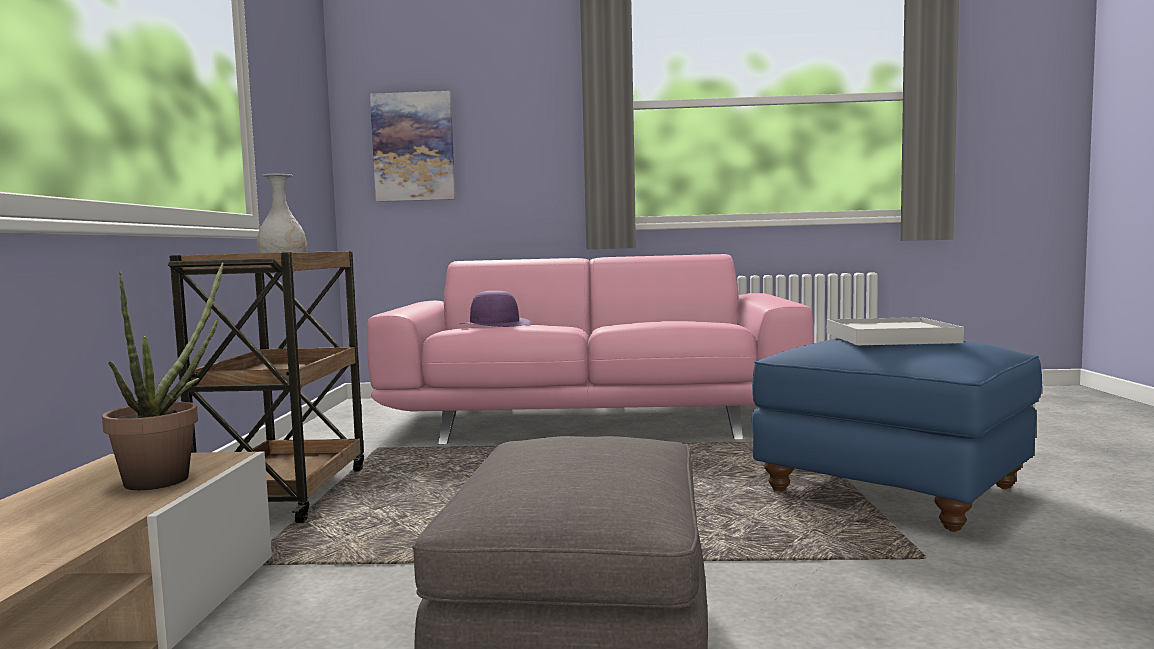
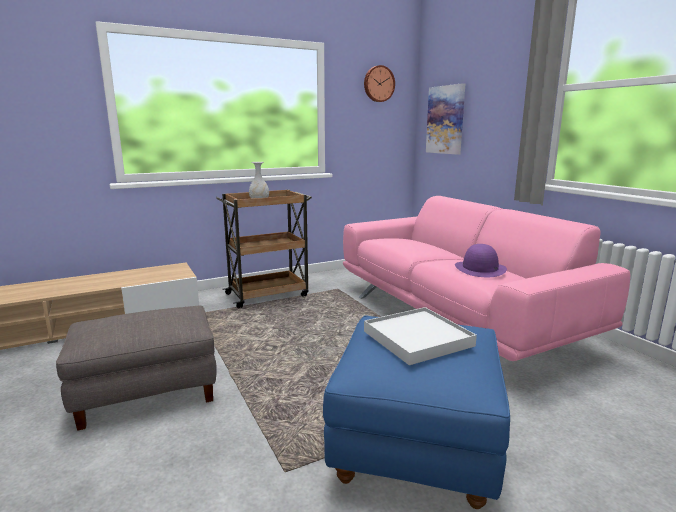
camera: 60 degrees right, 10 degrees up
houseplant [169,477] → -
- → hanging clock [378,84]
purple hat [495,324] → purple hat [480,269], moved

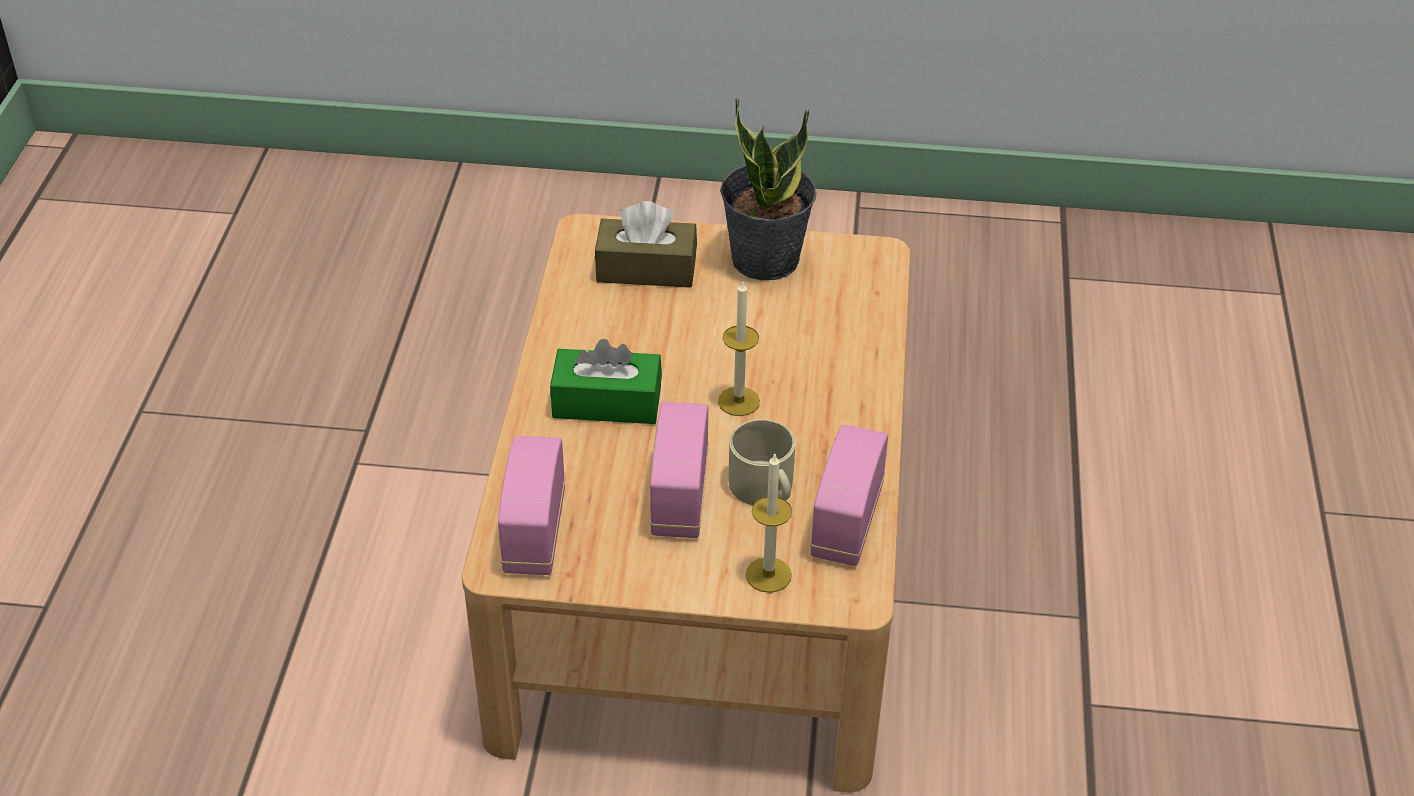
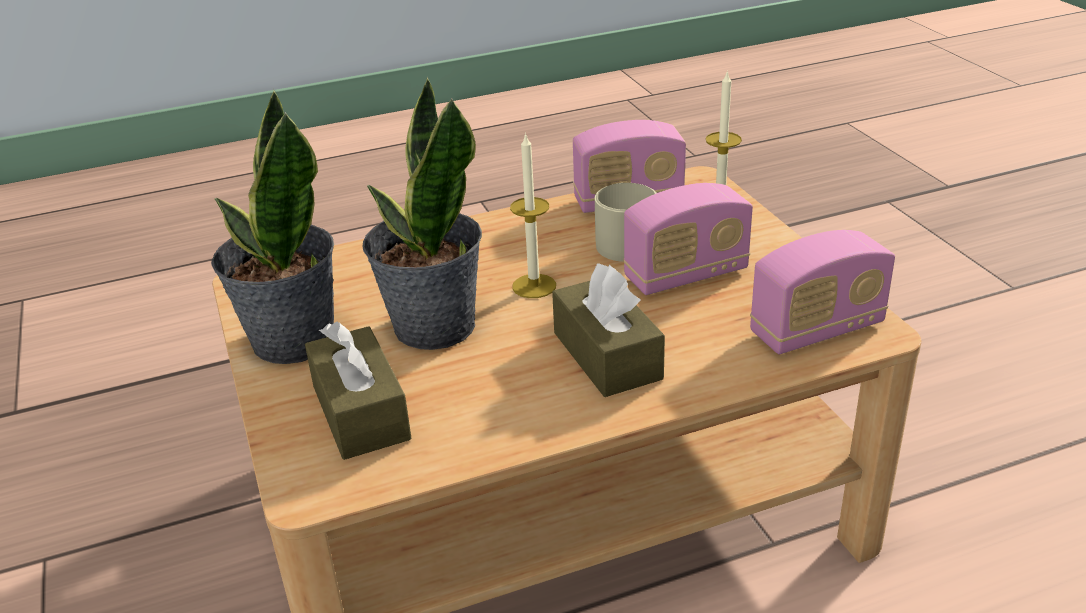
camera: 115 degrees left, 10 degrees down
- → houseplant [433,327]
green box of tissues [607,402] → brownish box of tissues [607,355]

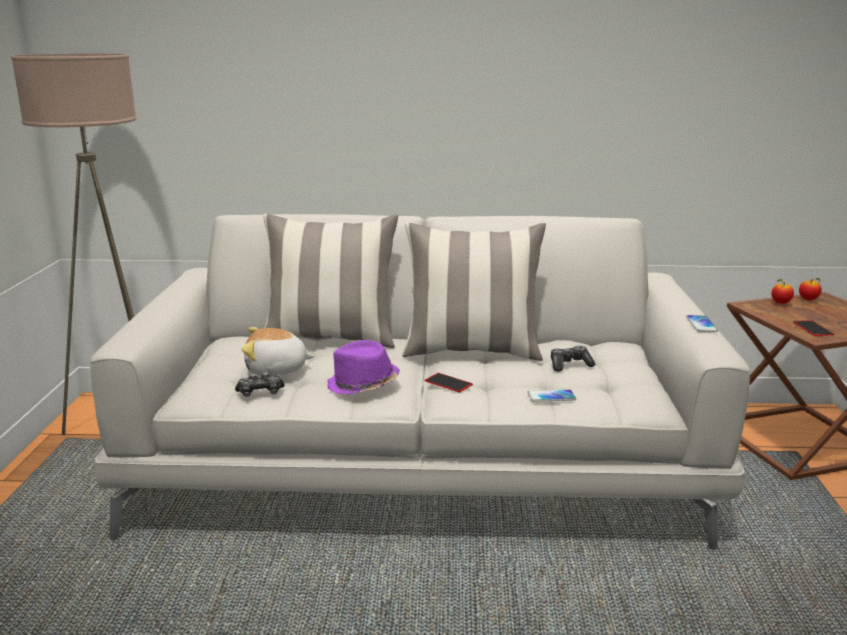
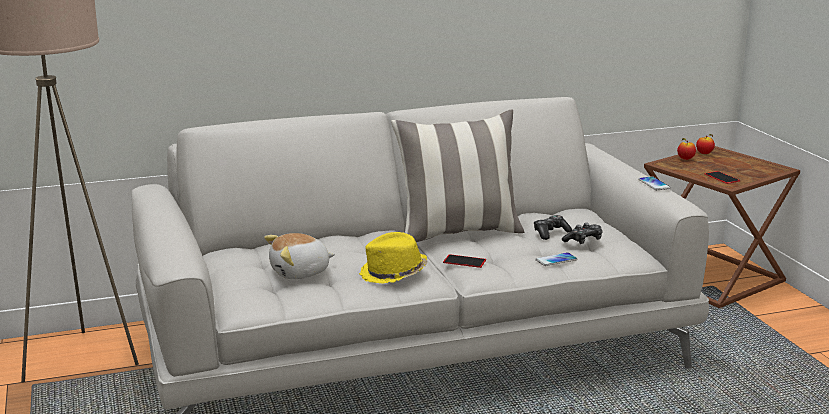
camera: 20 degrees left, 0 degrees up
cushion [331,339] → -
game controller [260,393] → game controller [583,241], moved
purple hat [362,385] → yellowish hat [393,274]

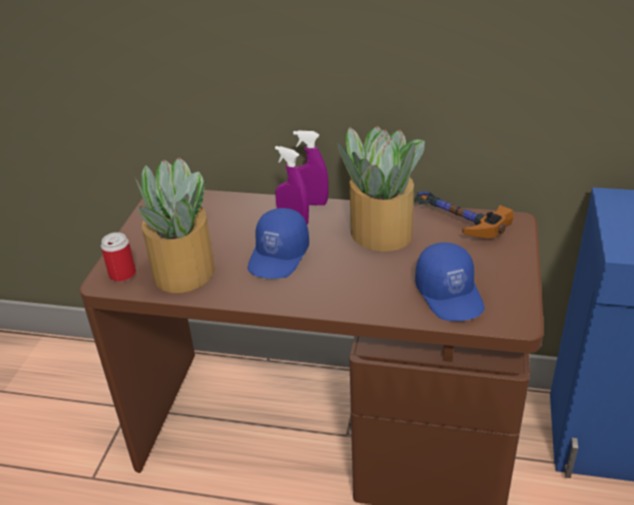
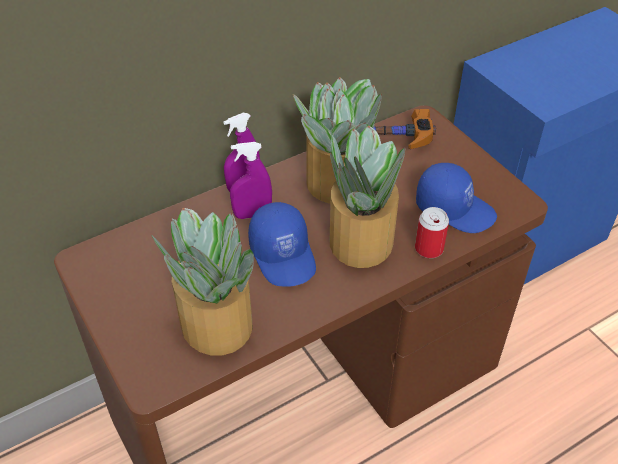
camera: 45 degrees left, 10 degrees up
- → houseplant [360,242]
can [122,274] → can [429,249], moved

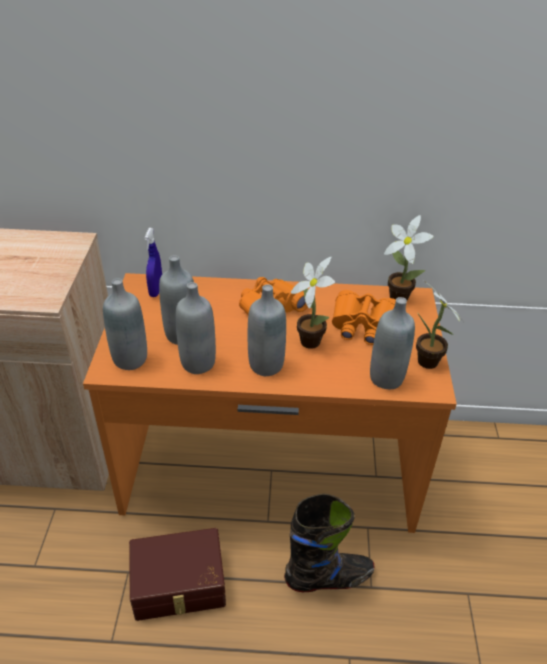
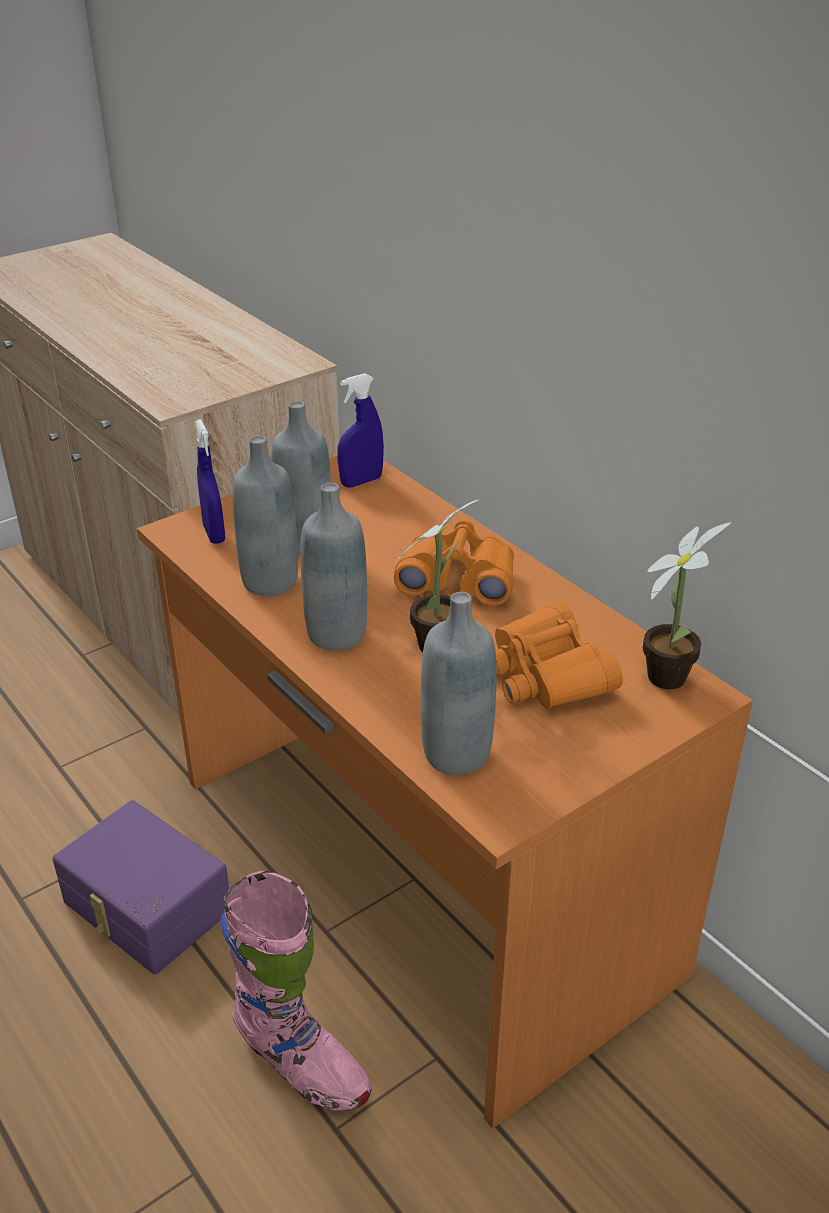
camera: 50 degrees right, 5 degrees down
houseplant [428,364] → -
greyish bottle [130,359] → blue hand sprayer [214,534]
brownish storage box [179,585] → purple storage box [144,908]
black-coloured boot [328,578] → pinkish boot [301,1064]

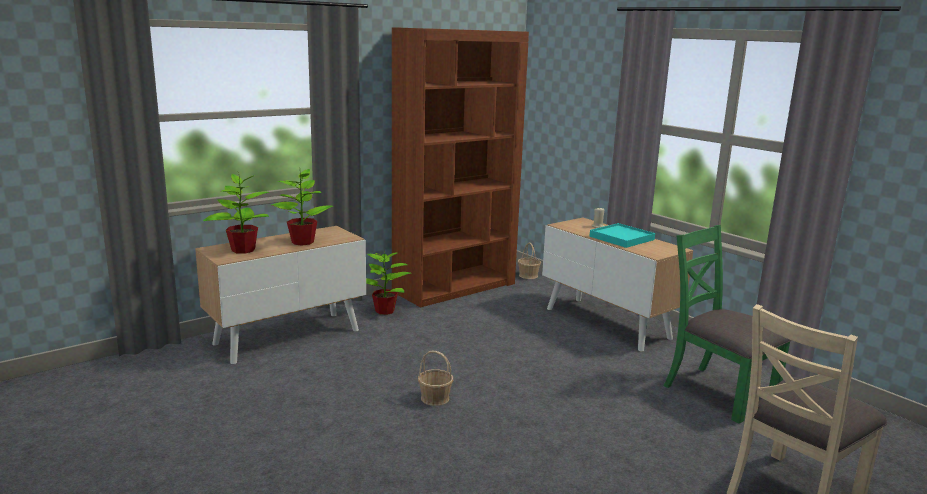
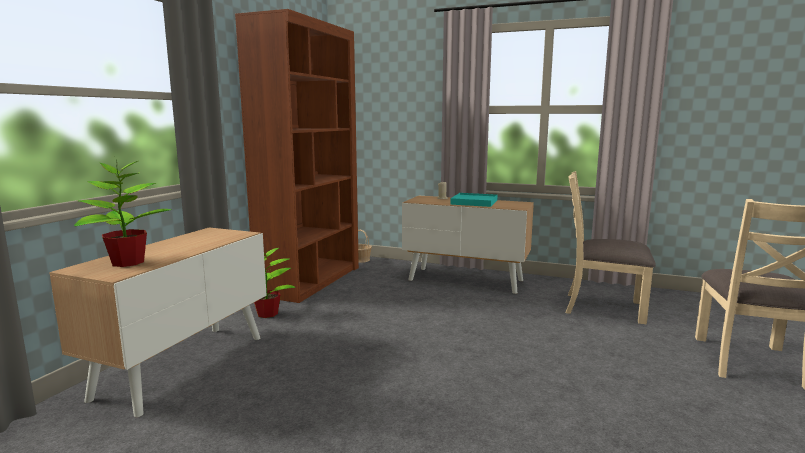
camera: 30 degrees left, 5 degrees down
houseplant [302,242] → -
household basket [435,398] → -
green chair [718,392] → sand-coloured chair [603,307]

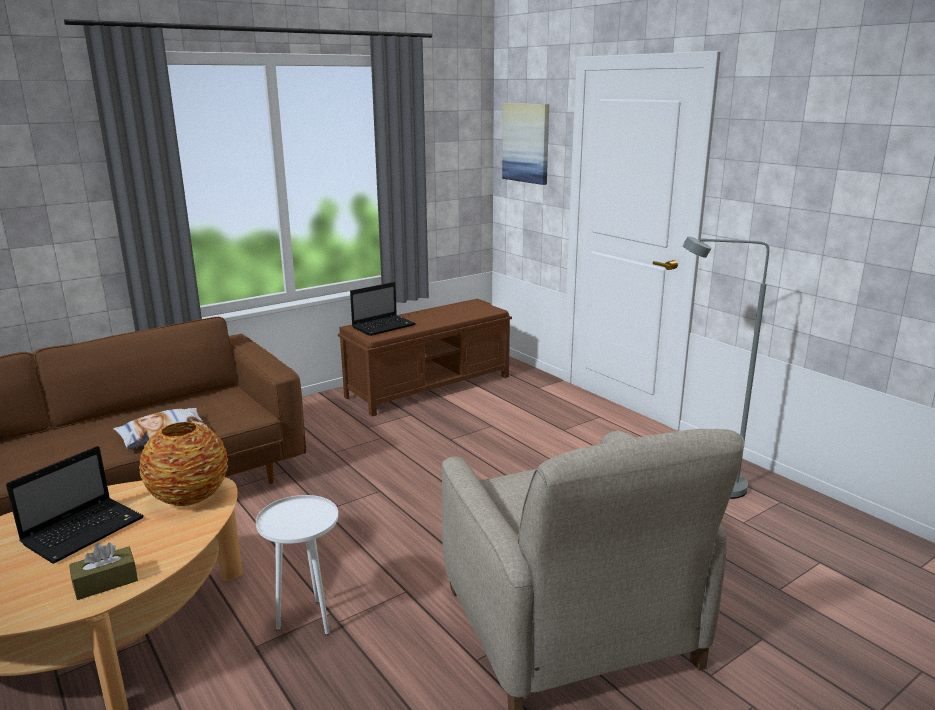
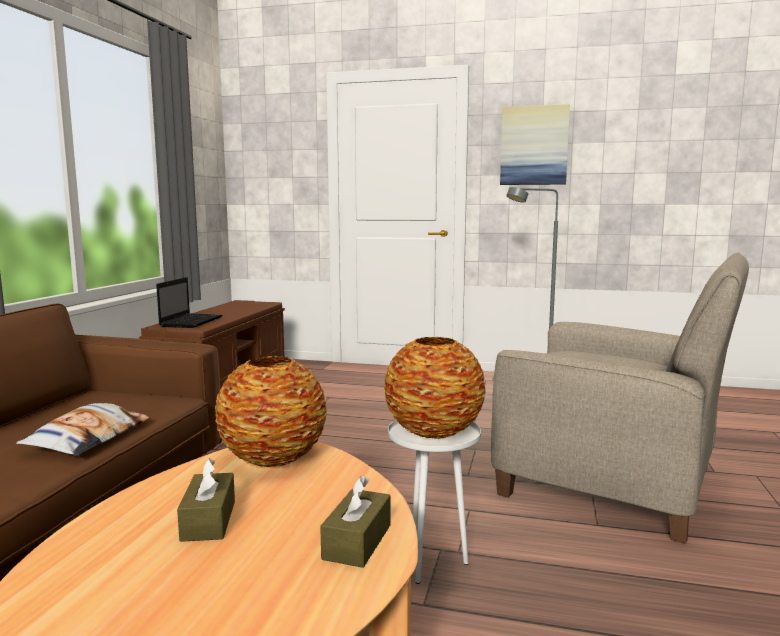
camera: 40 degrees left, 10 degrees down
- → decorative vase [433,431]
picture [526,143] → picture [534,146], moved
notebook computer [85,530] → brownish box of tissues [208,520]

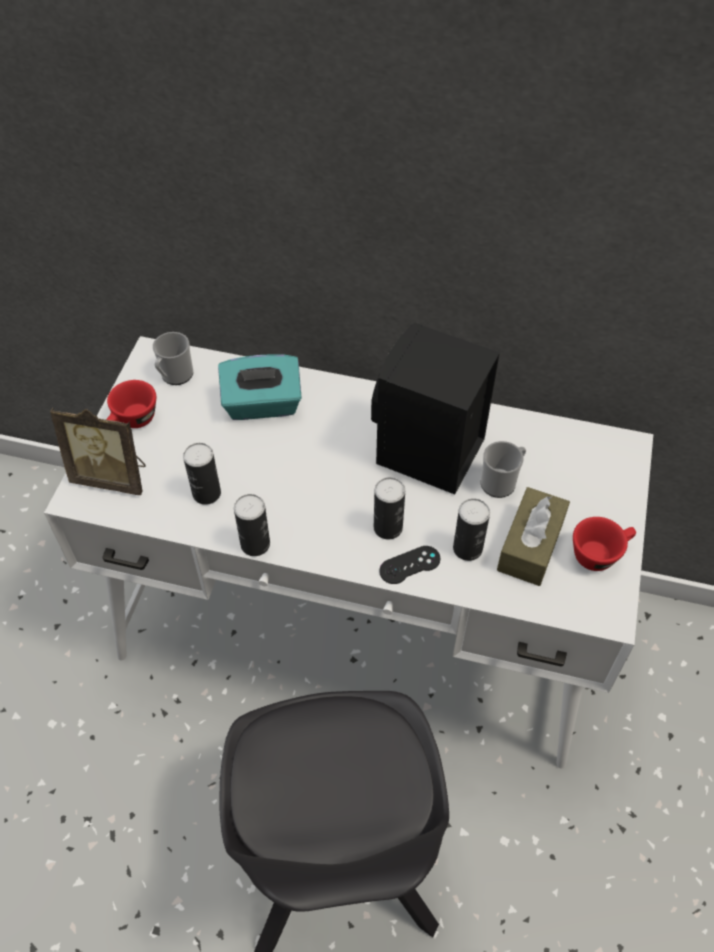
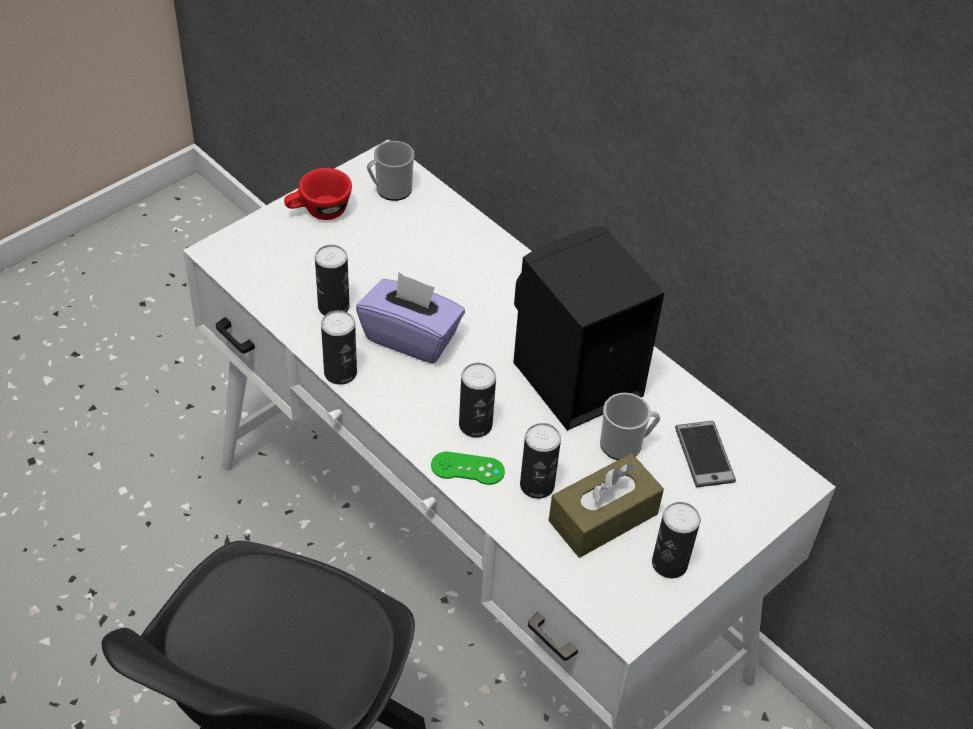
camera: 30 degrees right, 5 degrees down
photo frame [112,477] → -
turquoise-coloured box of tissues [262,405] → -
- → purple box of tissues [411,337]
- → handset [704,454]
reddish small cup [599,553] → can [669,563]
black-coloured game controller [410,565] → green game controller [467,468]

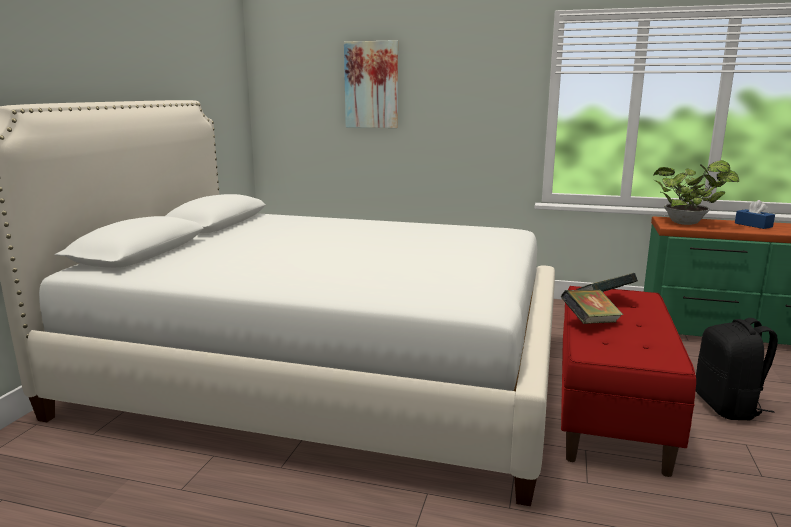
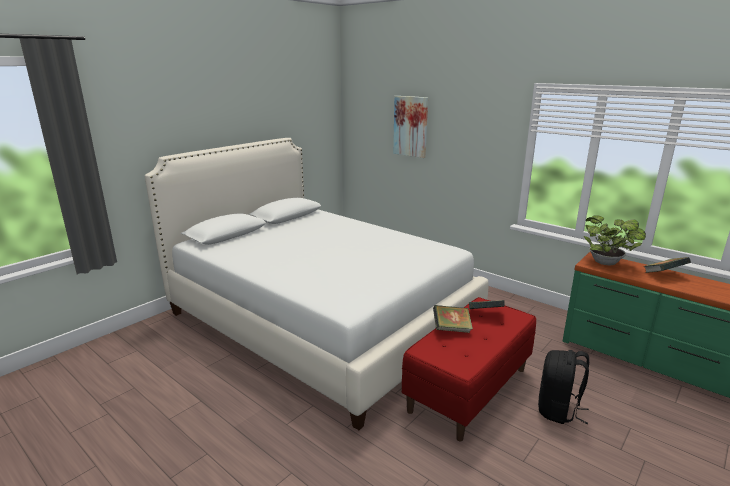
camera: 25 degrees right, 5 degrees up
blue box of tissues [753,225] → book [663,274]

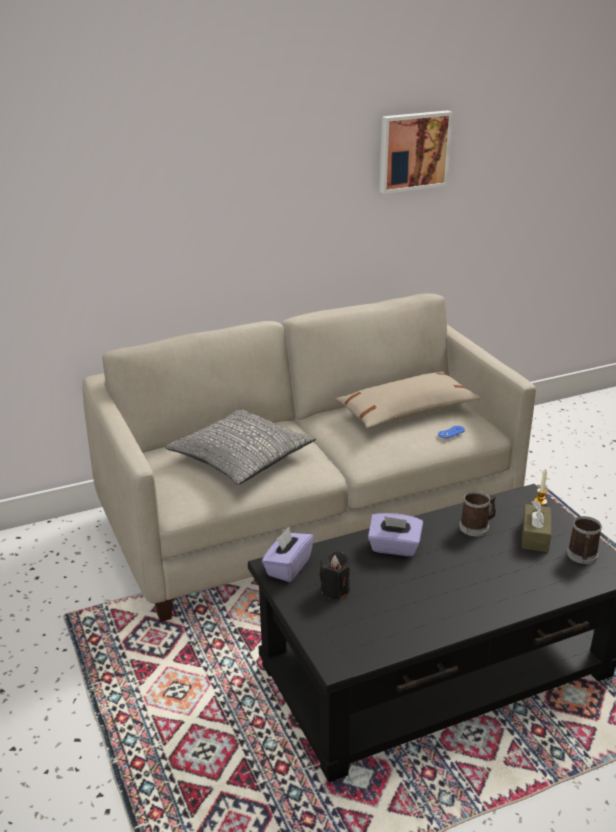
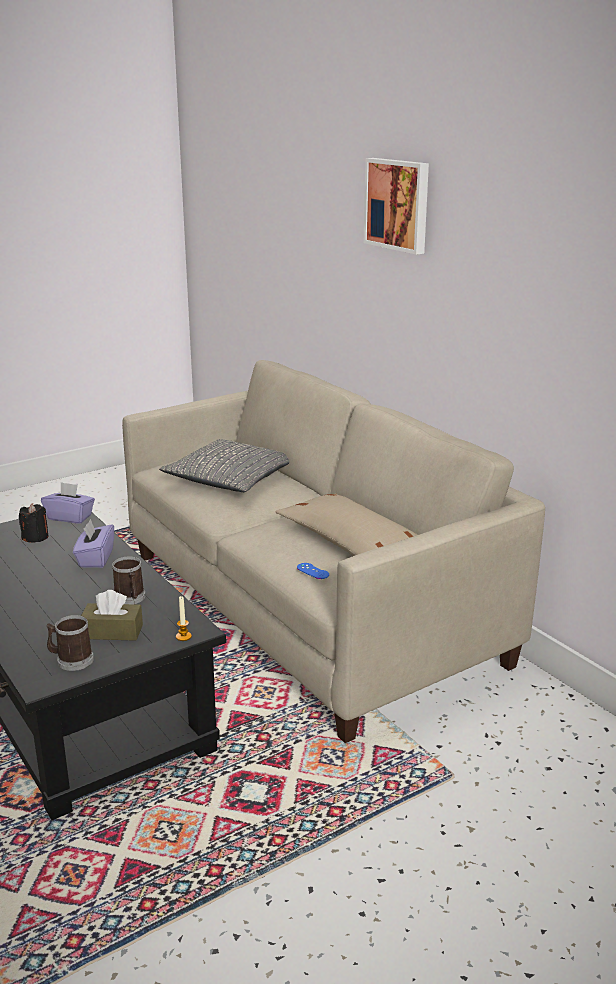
camera: 80 degrees right, 5 degrees down
picture [413,151] → picture [398,204], moved

